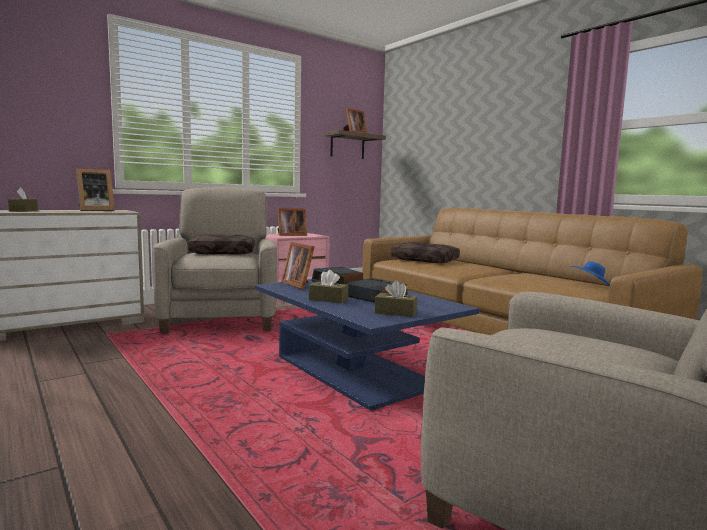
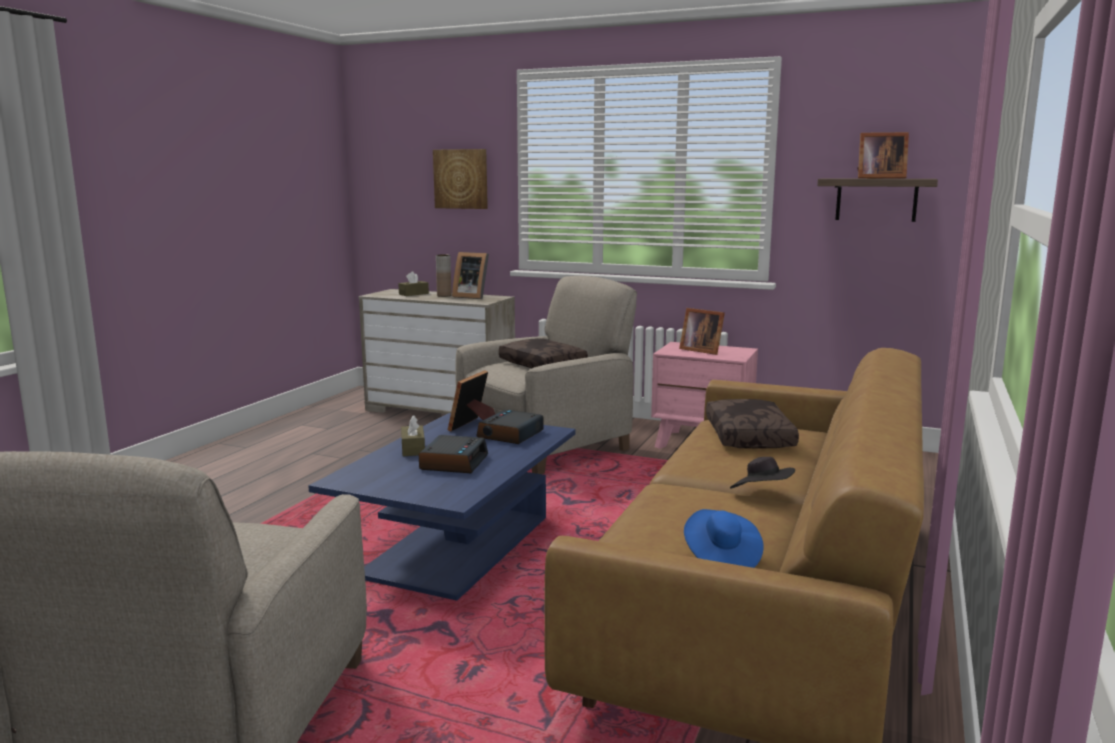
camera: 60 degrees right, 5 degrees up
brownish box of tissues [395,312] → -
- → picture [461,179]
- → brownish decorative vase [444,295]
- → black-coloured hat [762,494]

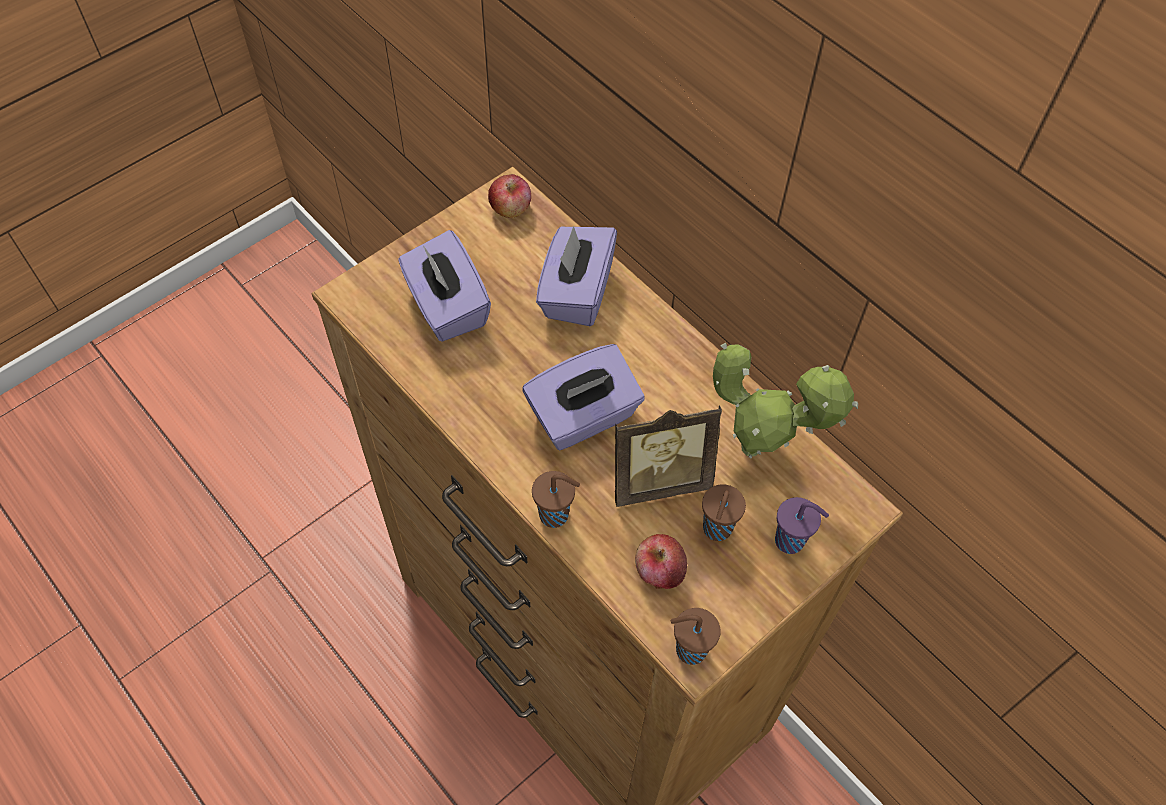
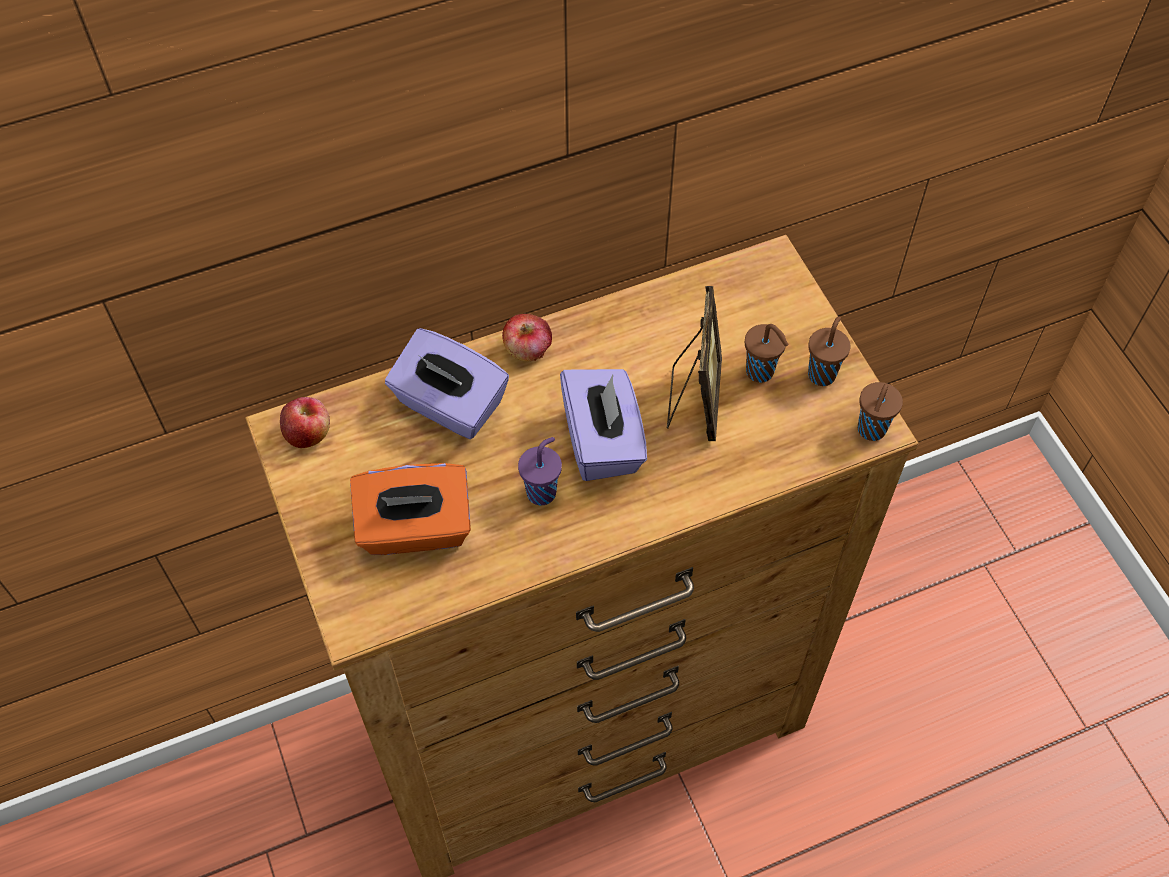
camera: 70 degrees left, 0 degrees up
houseplant [759,450] → -
brownish small cup [556,515] → brownish small cup [822,373], moved
apple fruit [659,571] → apple fruit [527,350], moved
purple small cup [791,541] → purple small cup [542,491], moved
purple box of tissues [446,307] → orangey box of tissues [415,529]

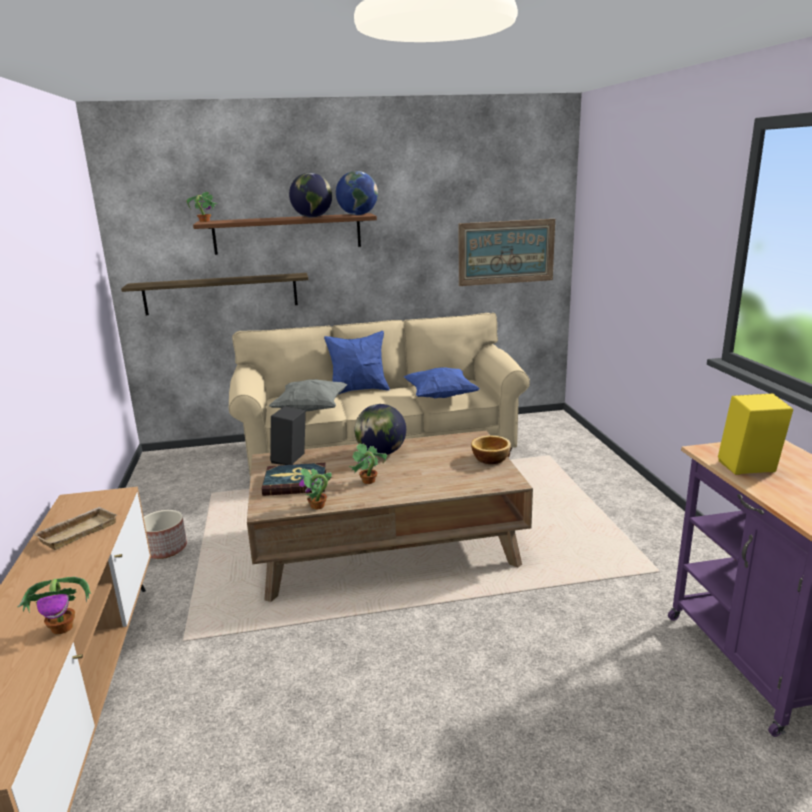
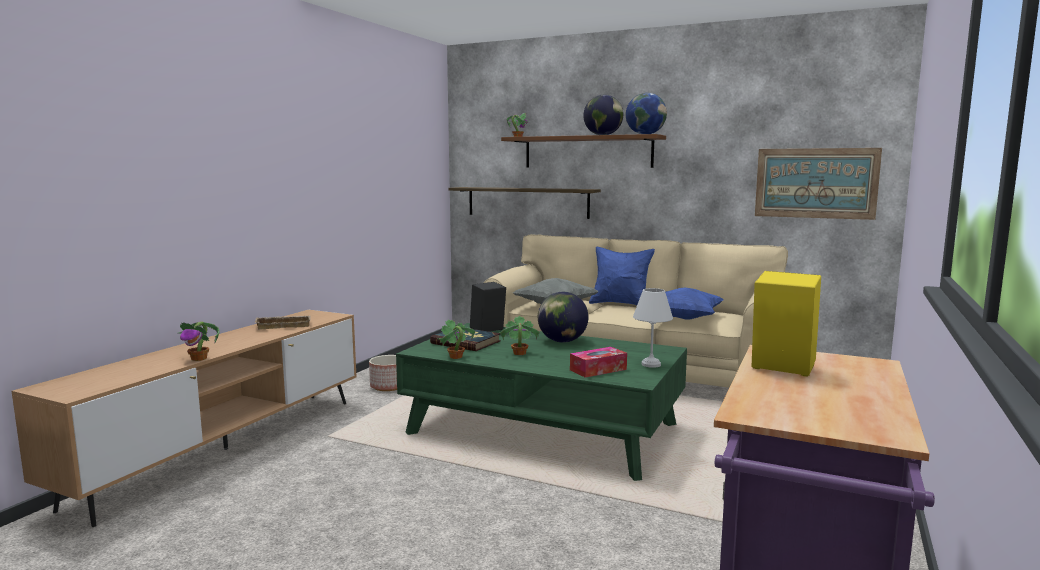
camera: 35 degrees right, 10 degrees down
- → box of tissues [598,370]
deep dish [490,458] → whitish table lamp [651,364]
brownish coffee table [387,544] → green coffee table [544,429]

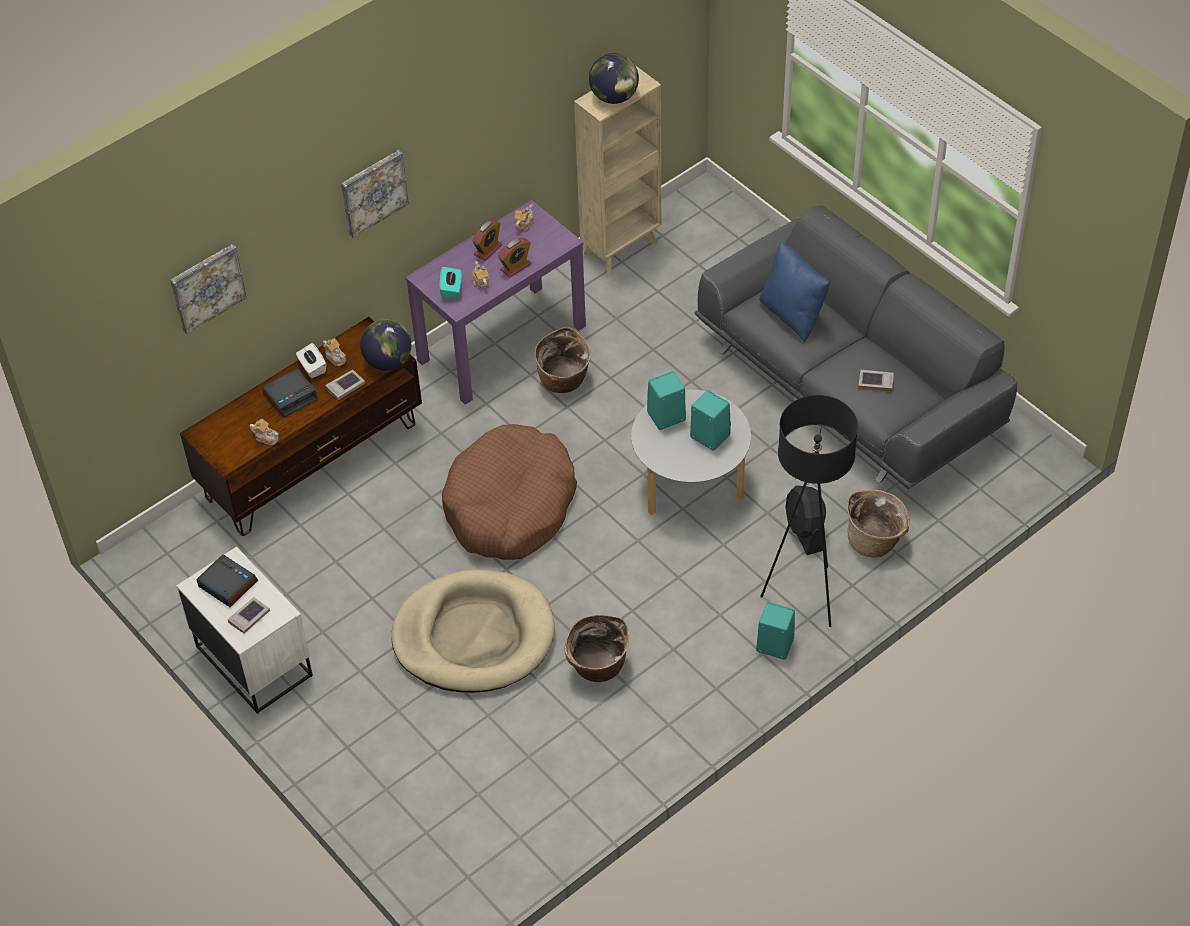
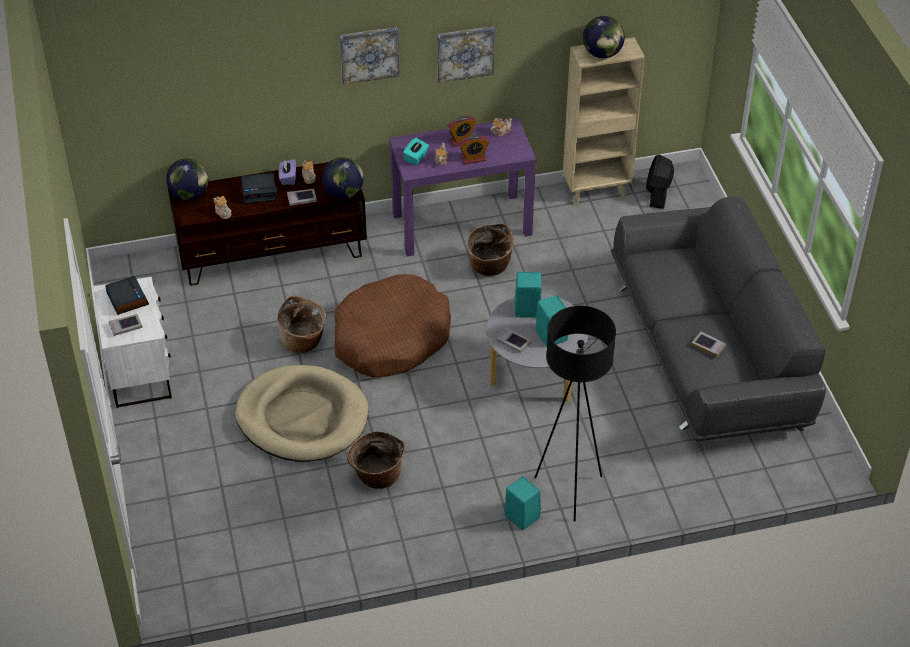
camera: 25 degrees right, 5 degrees down
blue cushion [793,314] → -
- → globe [190,194]
- → book [513,342]
picture [207,287] → picture [465,53], moved
black-coloured electric fan [805,531] → black-coloured electric fan [658,194], moved
household basket [875,540] → household basket [304,342], moved
whitish box of tissues [312,368] → purple box of tissues [288,178]

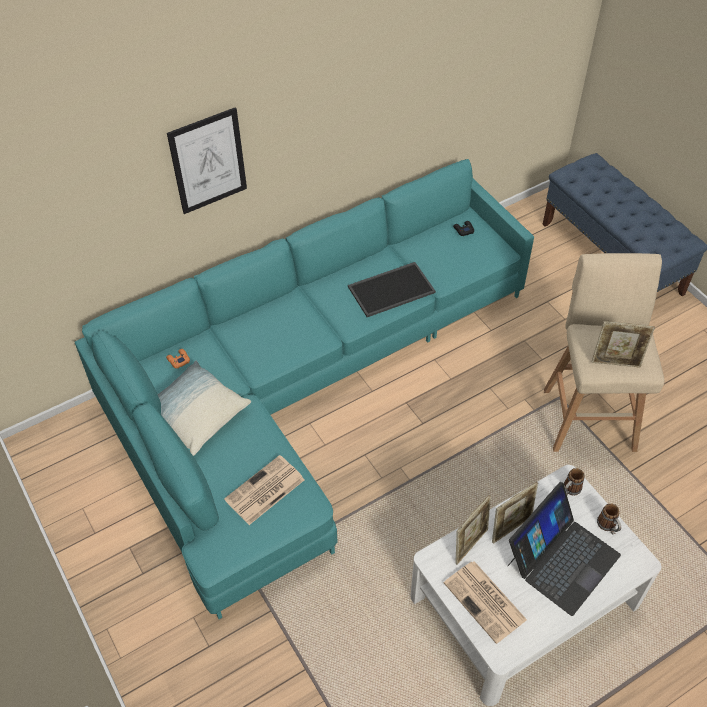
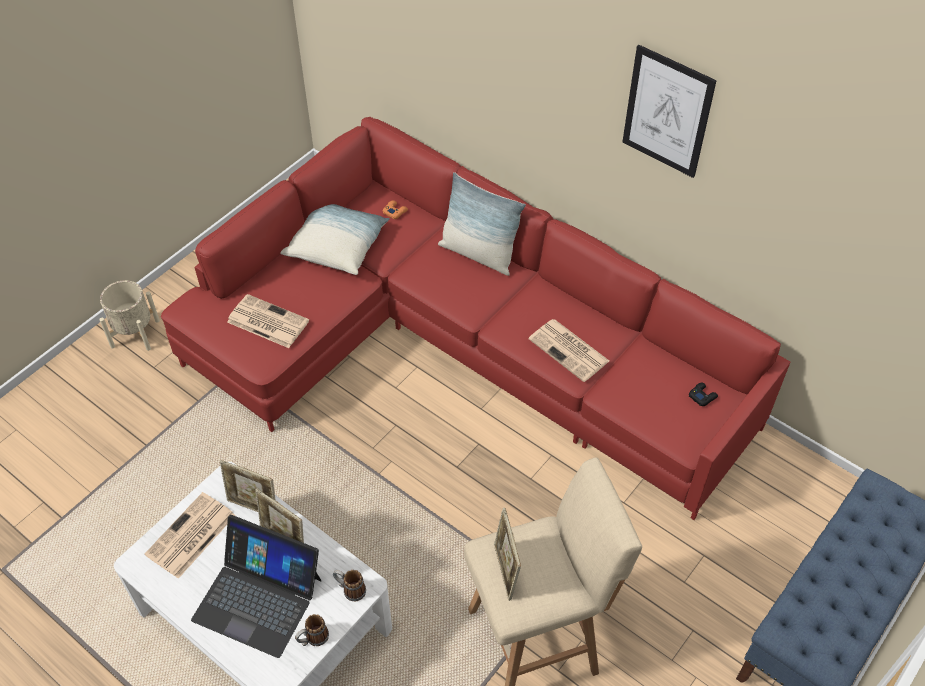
camera: 70 degrees right, 0 degrees up
- → sand-coloured flower pot [135,333]
- → cushion [478,254]
picture [208,161] → picture [667,112], moved
tray [391,288] → printed paper [570,350]
turquoise-coloured couch [300,389] → reddish couch [456,346]

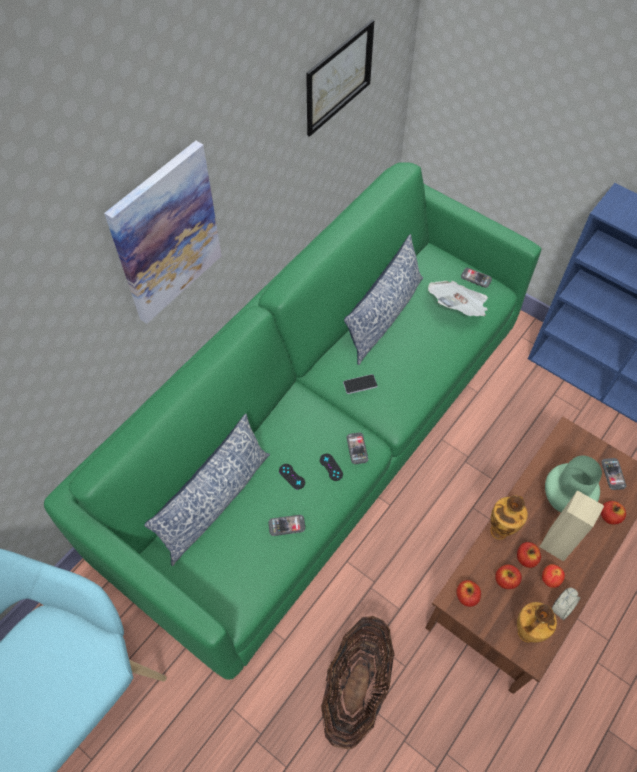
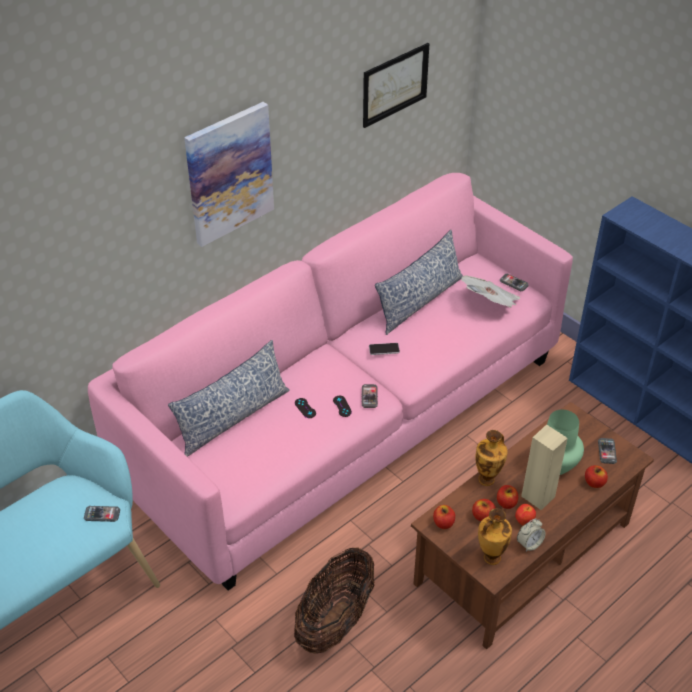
camera: 10 degrees right, 15 degrees down
handset [286,525] → handset [102,514], moved
green couch [318,440] → pinkish couch [345,420]

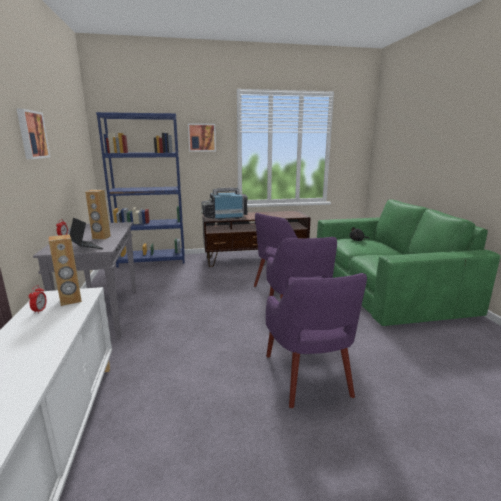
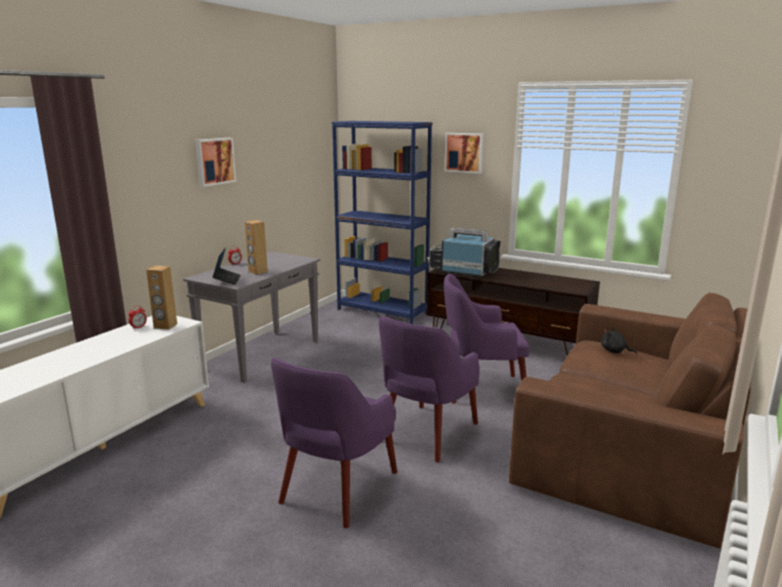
camera: 40 degrees right, 0 degrees up
green couch [386,288] → brownish couch [631,447]

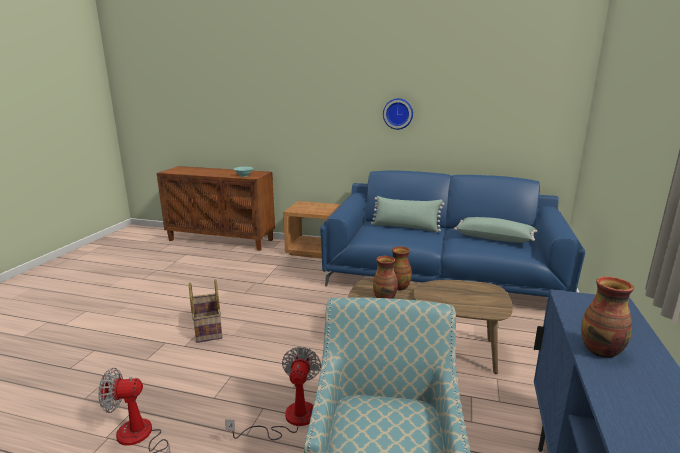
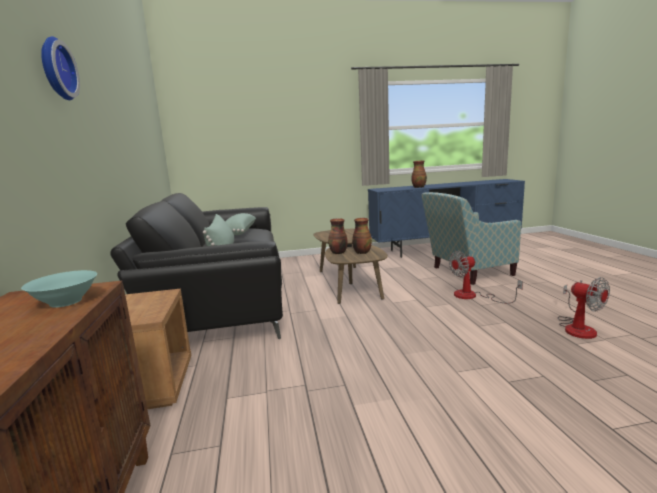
camera: 115 degrees left, 5 degrees down
household basket [207,329] → -
hanging clock [398,113] → hanging clock [55,69], moved
blue couch [442,277] → black-coloured couch [223,295]

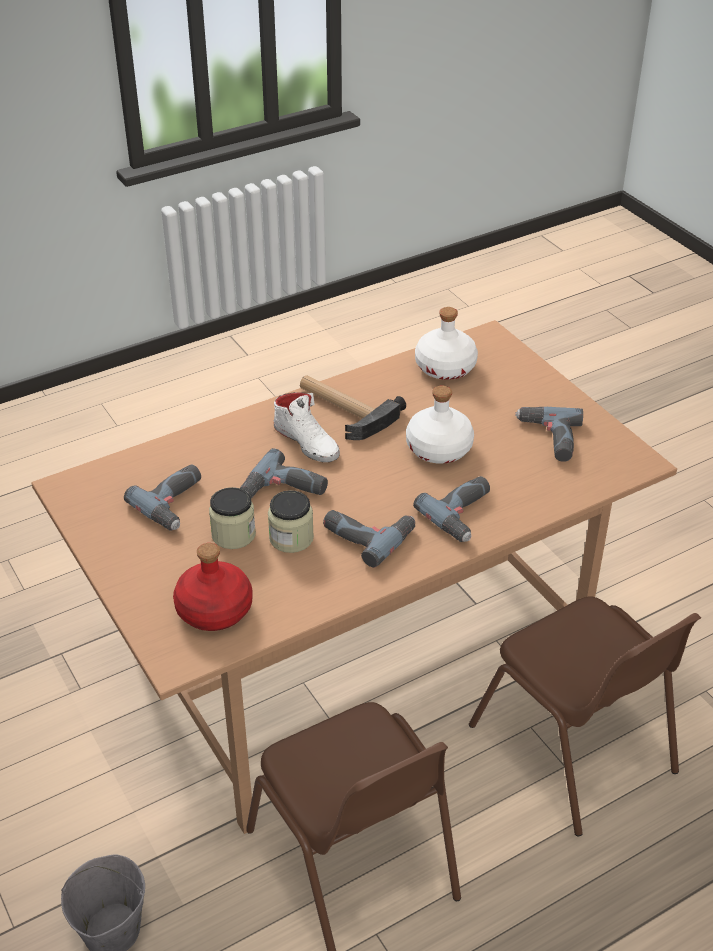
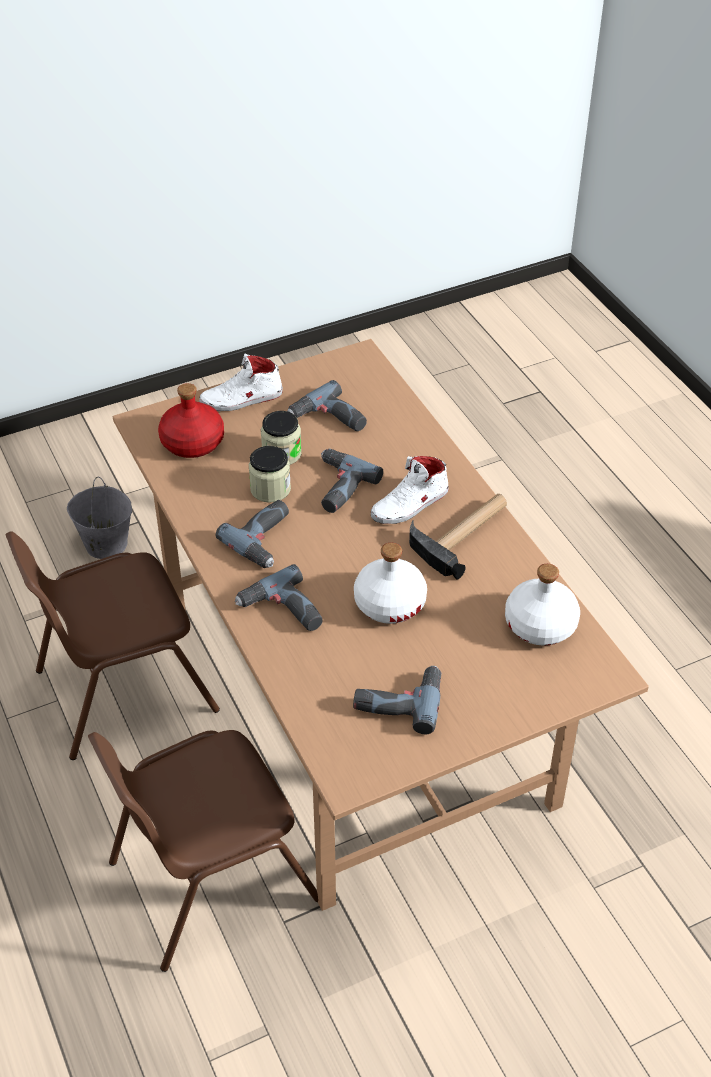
camera: 95 degrees right, 5 degrees up
- → whitish shoe [241,399]

